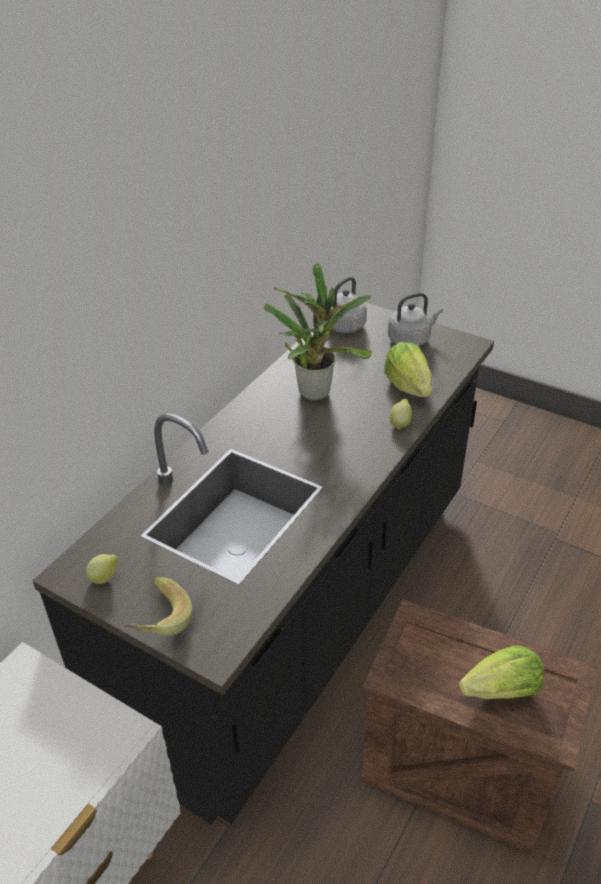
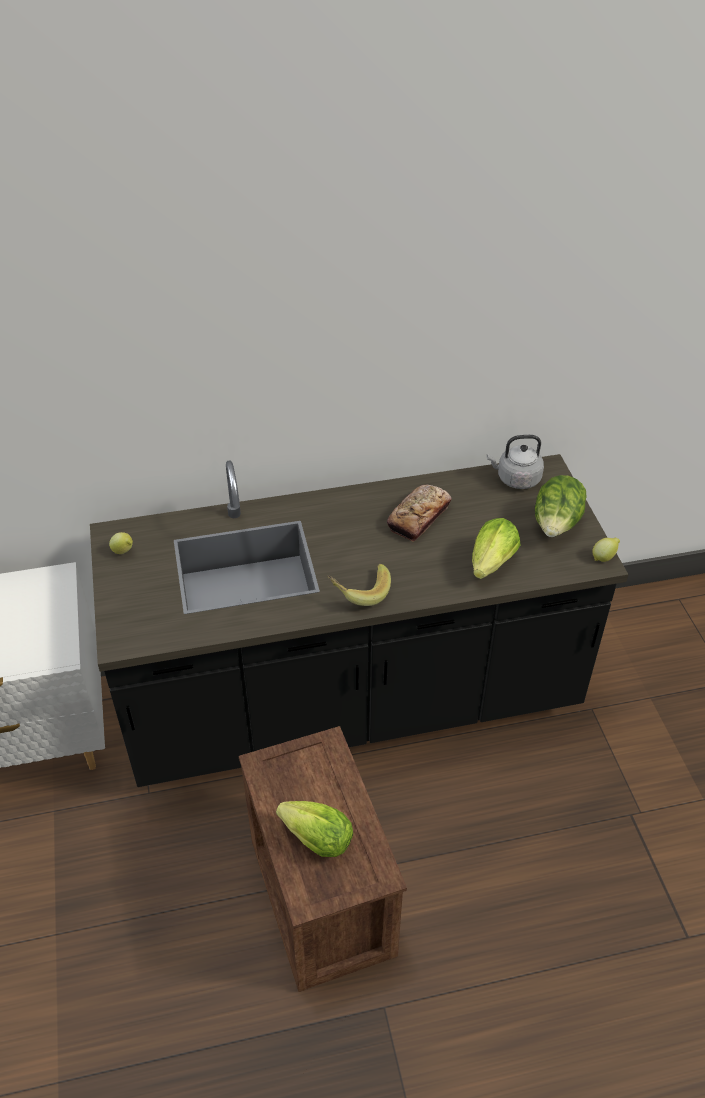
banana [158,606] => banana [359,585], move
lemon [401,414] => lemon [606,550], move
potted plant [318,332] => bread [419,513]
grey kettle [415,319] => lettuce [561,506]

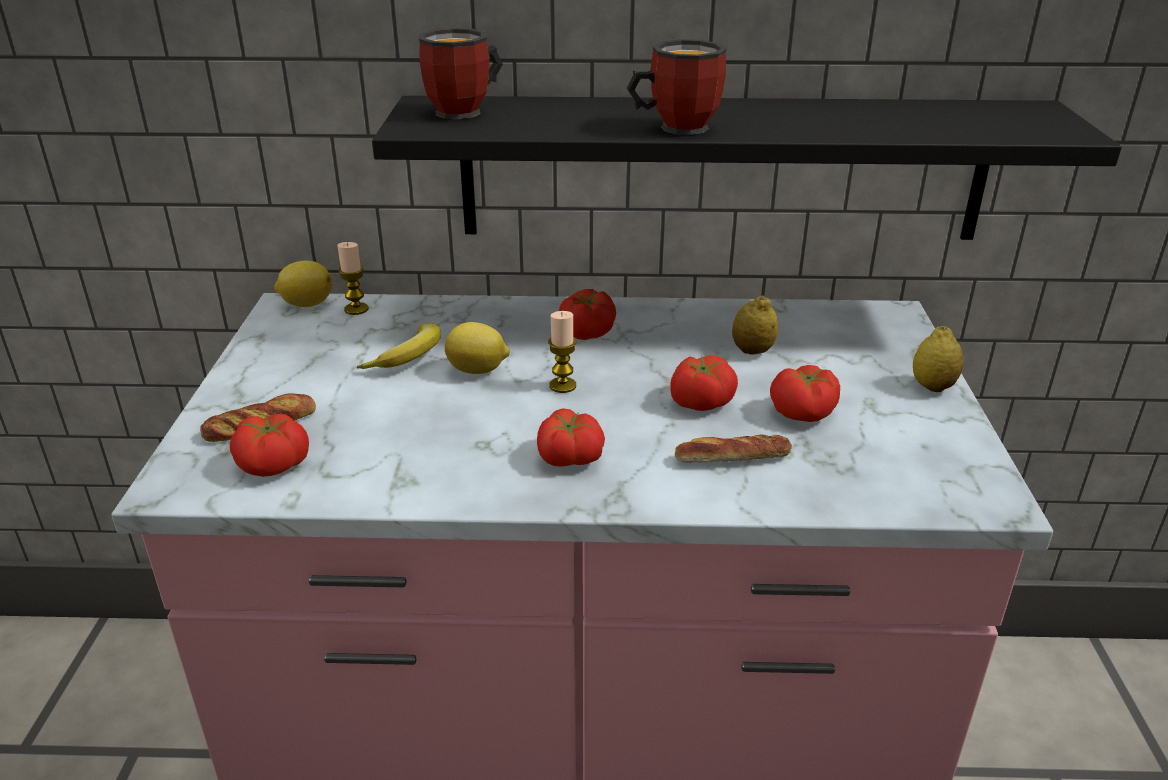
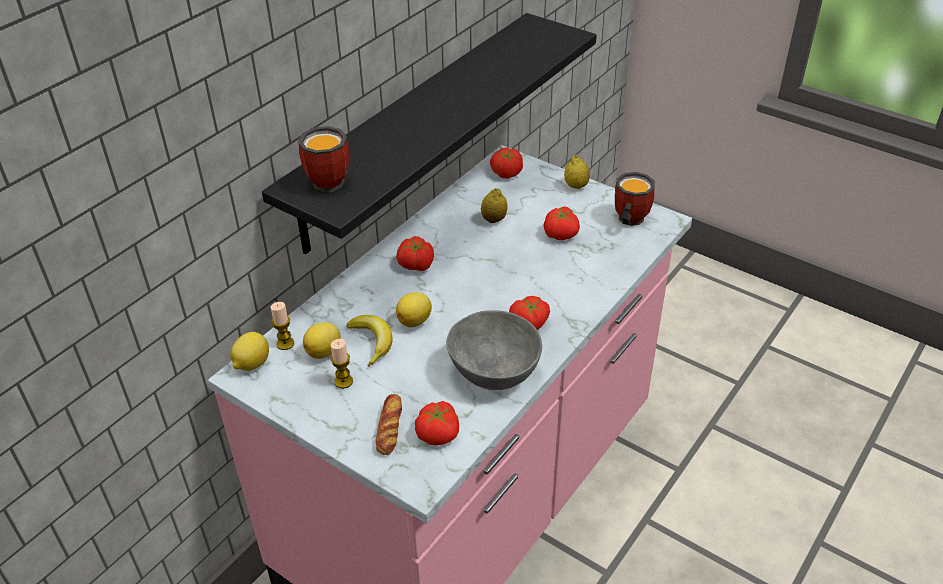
bread [733,449] => nothing
nothing => lemon [322,340]
nothing => grey bowl [494,350]
candle [562,352] => candle [342,364], move
mug [677,87] => mug [635,199], move
tomato [704,383] => tomato [506,163], move

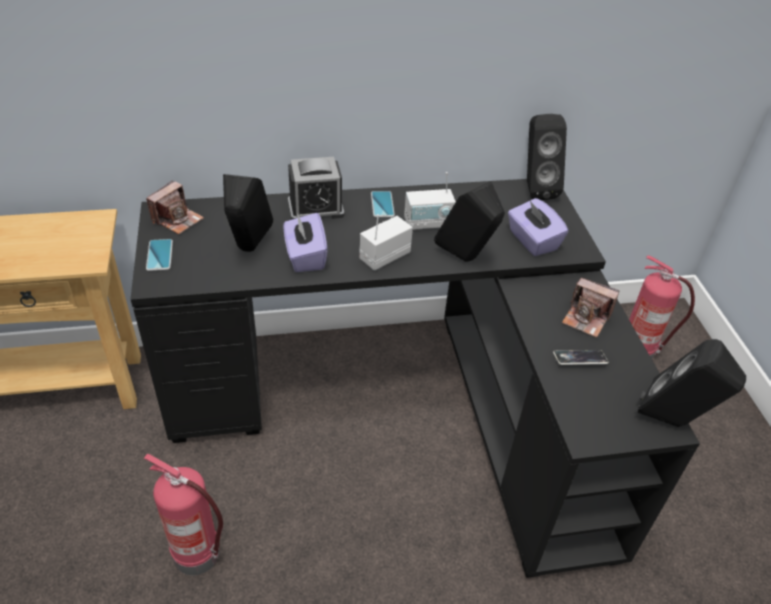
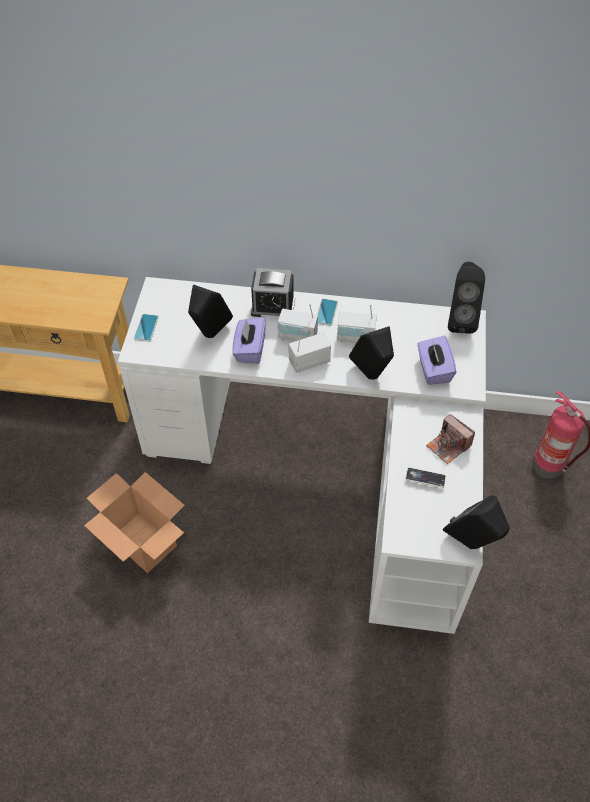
photo camera [175,207] => nothing
nothing => radio [298,322]
fire extinguisher [183,514] => cardboard box [134,522]
black desk [415,378] => white desk [302,455]

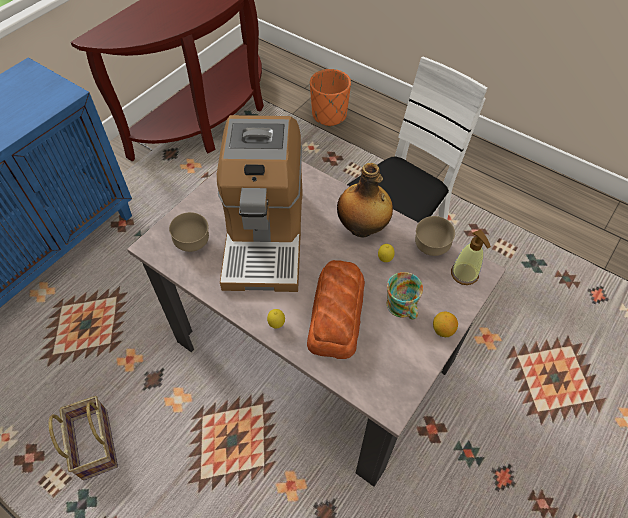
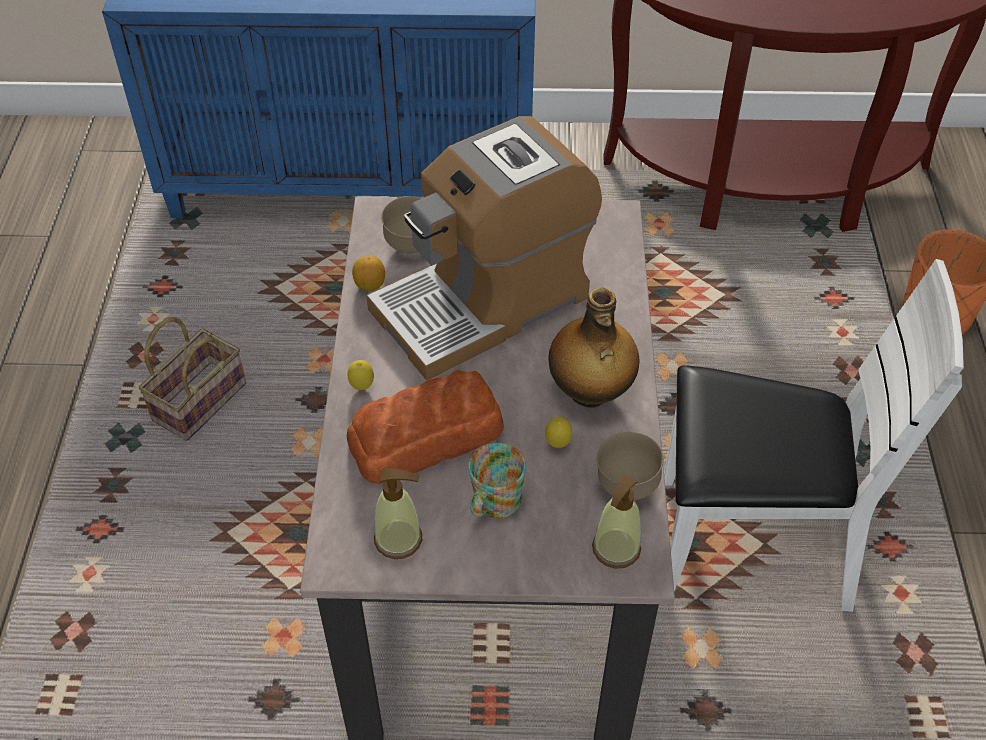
nothing => soap dispenser [398,513]
lemon [445,324] => lemon [368,273], move

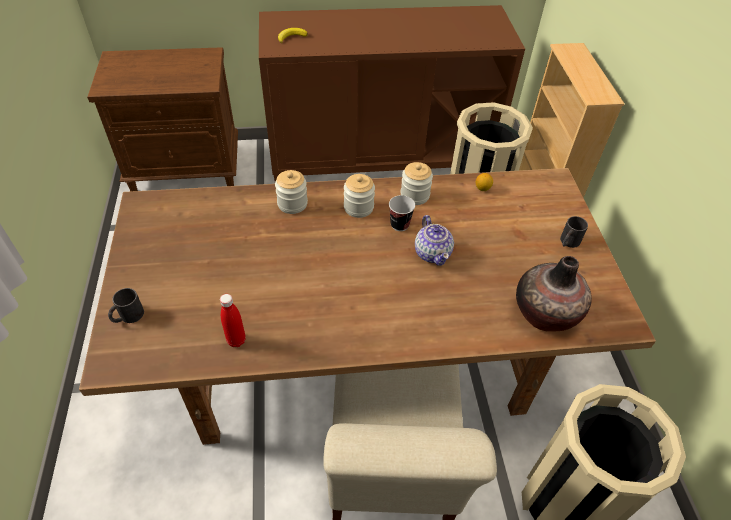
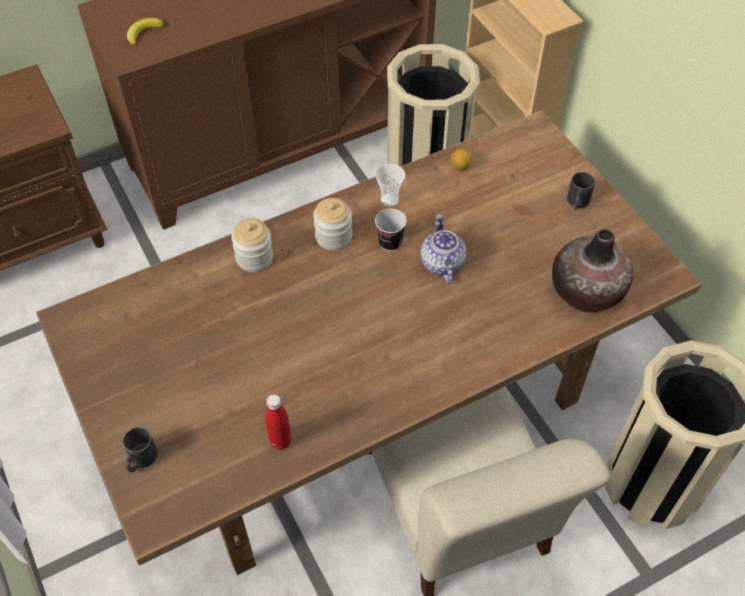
jar [416,183] => cup [390,185]
teapot [434,240] => teapot [443,249], 150 degrees counterclockwise

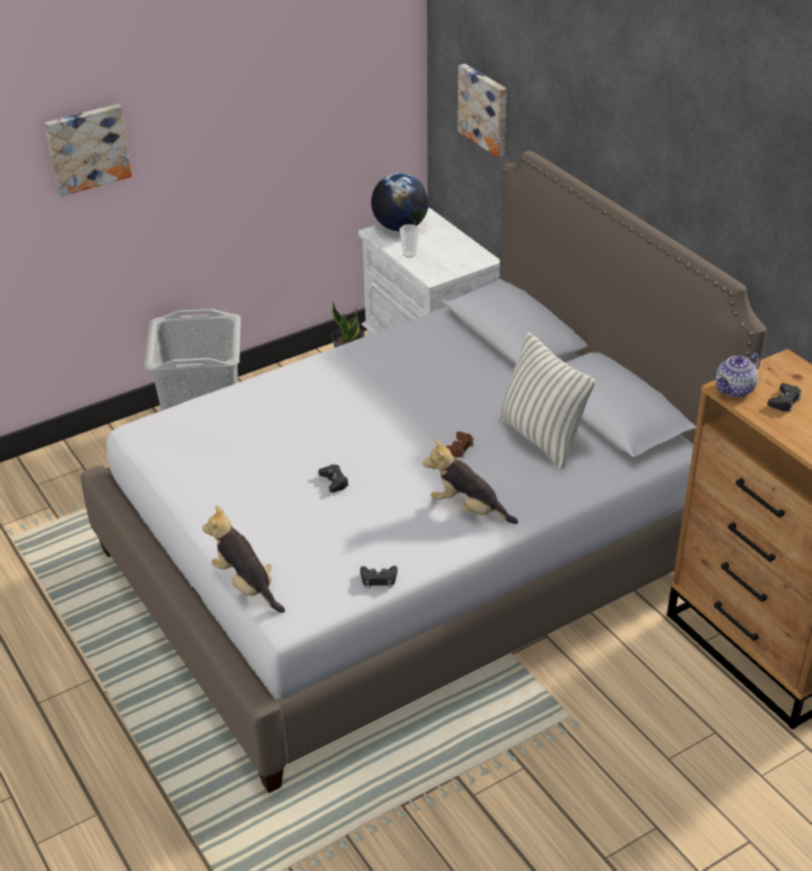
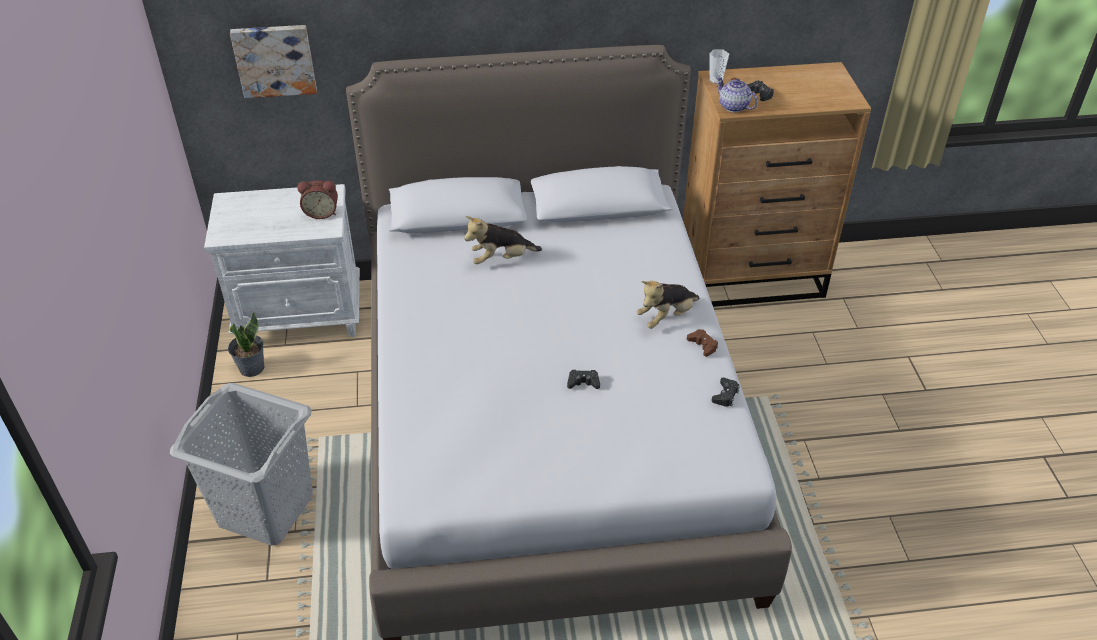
picture [88,150] => nothing
globe [400,202] => nothing
pillow [547,400] => nothing
nothing => alarm clock [317,199]
plush toy [243,559] => plush toy [503,240], move
cup [409,241] => cup [719,66], move
brown game controller [459,444] => brown game controller [702,343], move
teapot [738,375] => teapot [737,94], 150 degrees clockwise

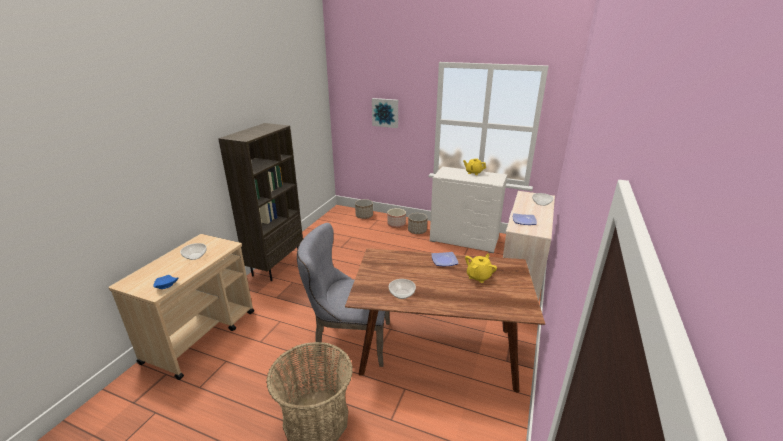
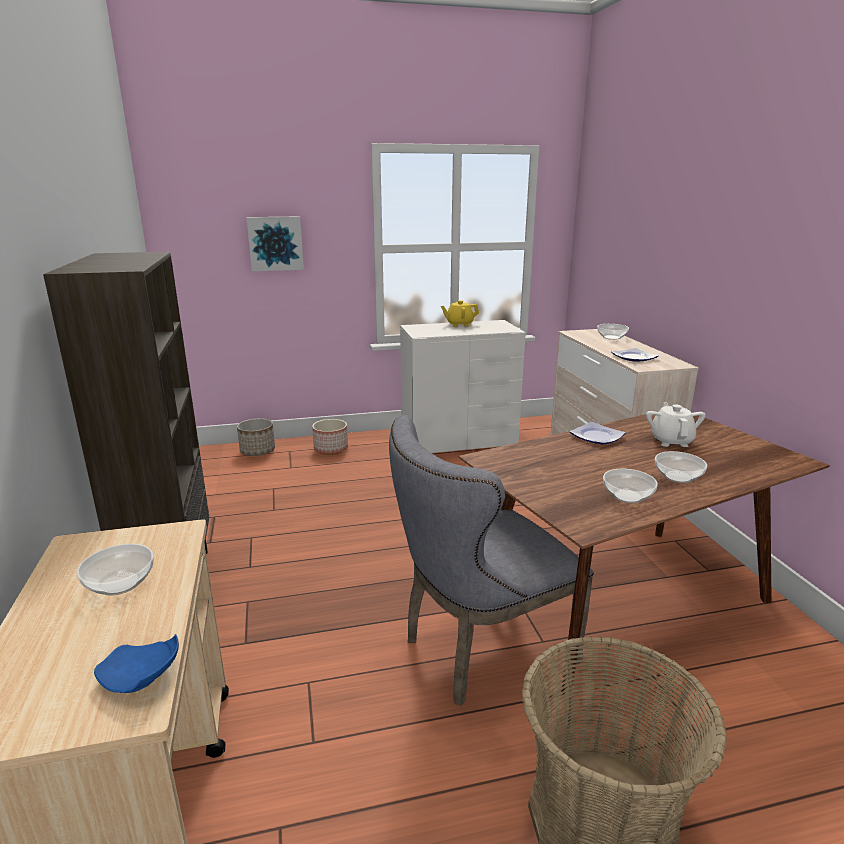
planter [417,223] => nothing
nothing => bowl [681,467]
yellow teapot [481,268] => white teapot [676,424]

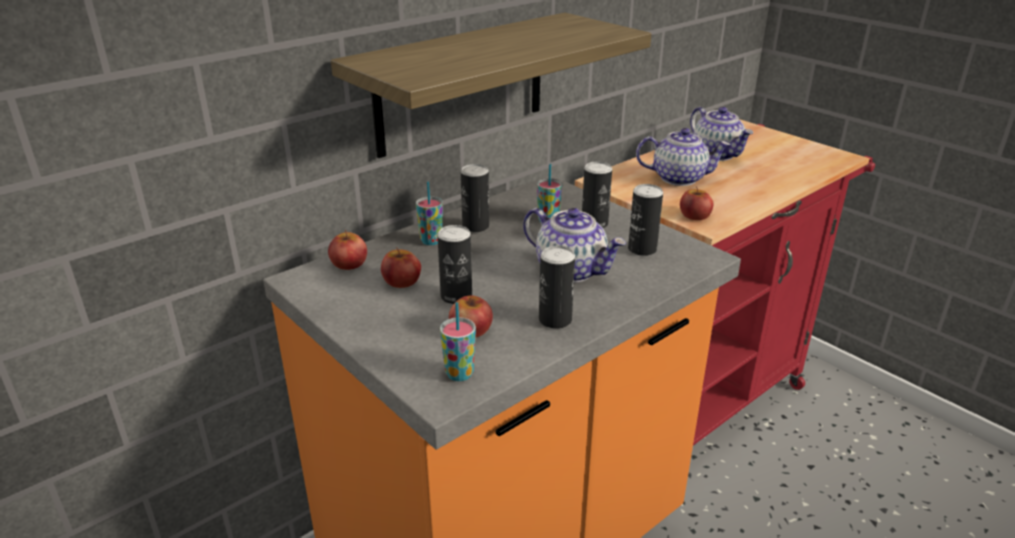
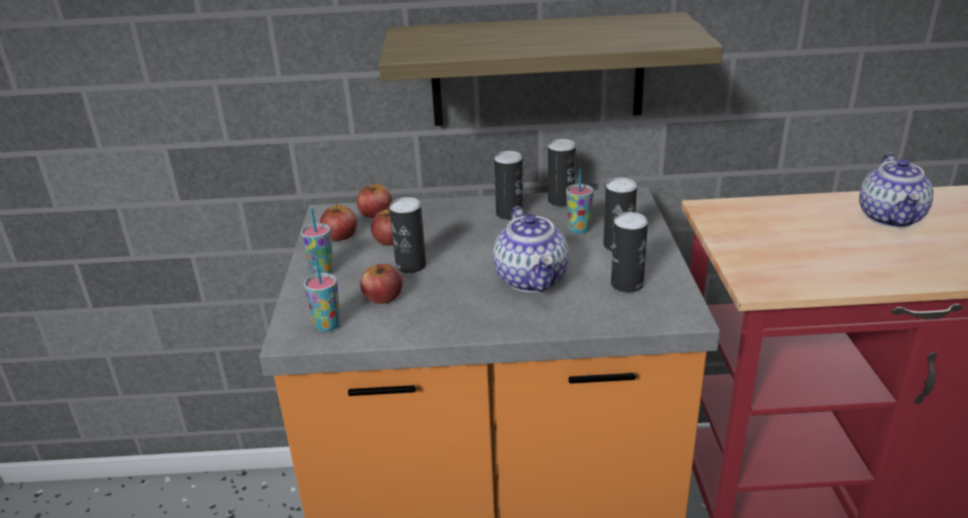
teapot [683,157] => nothing
cup [429,213] => cup [317,241], move
can [557,287] => can [562,172], move
apple [696,203] => apple [338,222], move

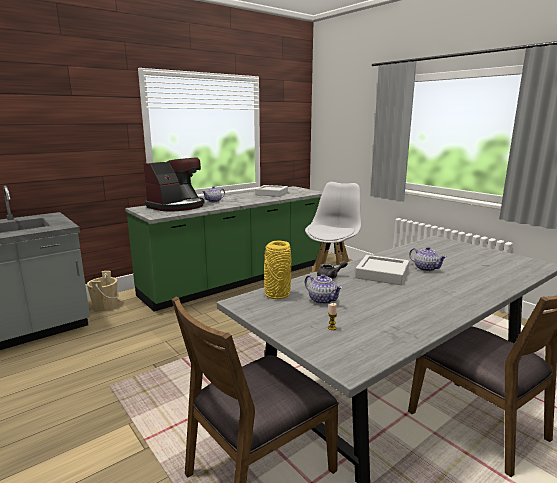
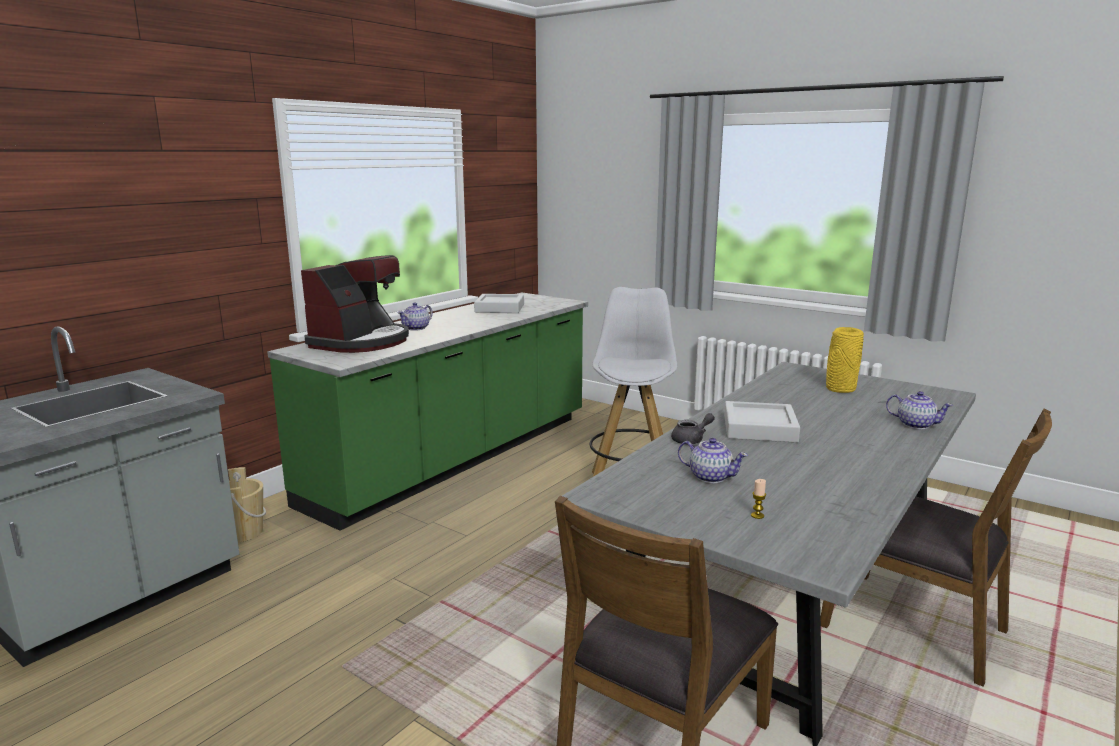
yellow vase [277,270] => yellow vase [845,360], move
teapot [428,259] => teapot [919,410], move

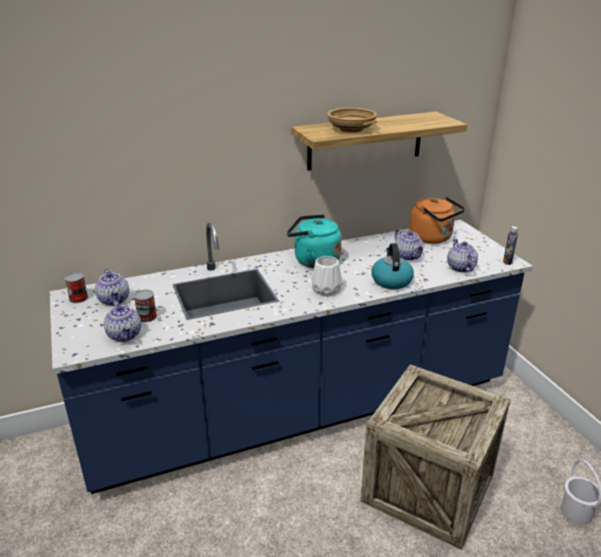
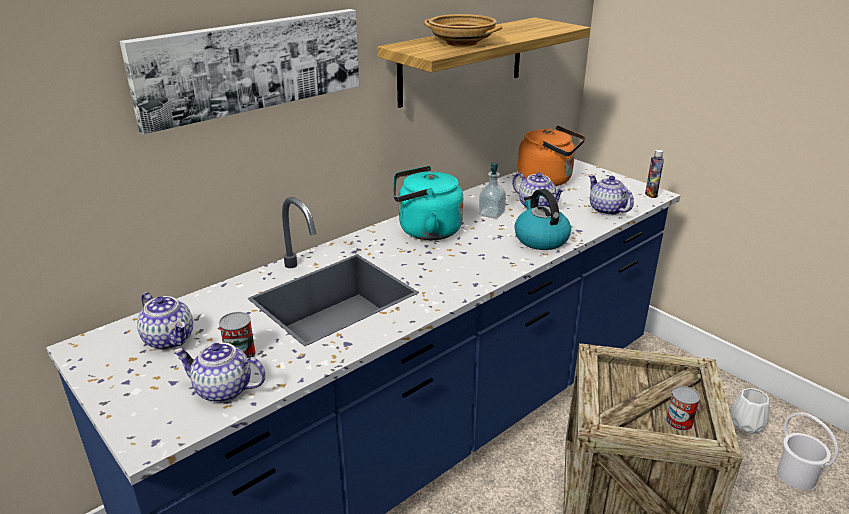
nothing => picture [239,71]
nothing => soap dispenser [492,191]
can [76,287] => can [683,408], move
white vase [326,275] => white vase [750,411], move
teapot [122,321] => teapot [219,372], 150 degrees clockwise

